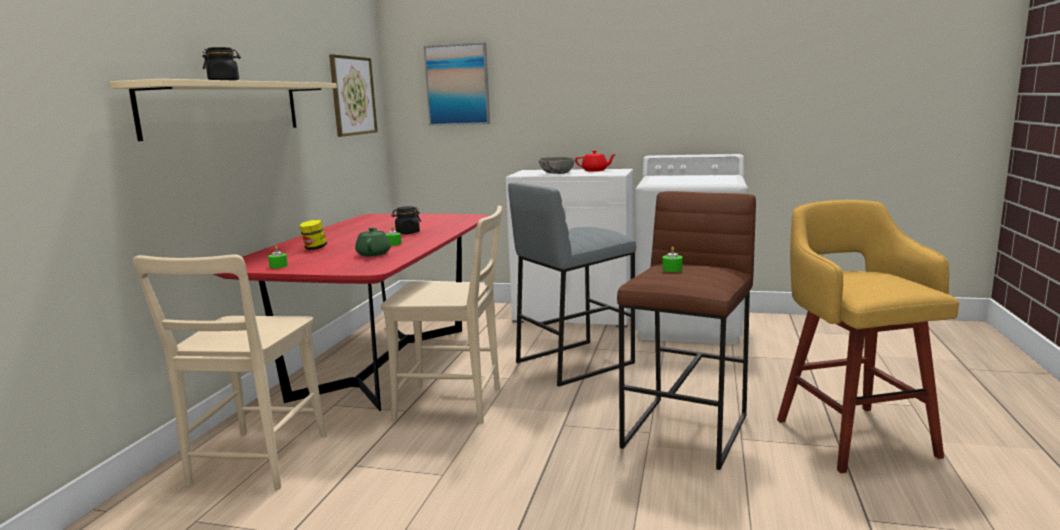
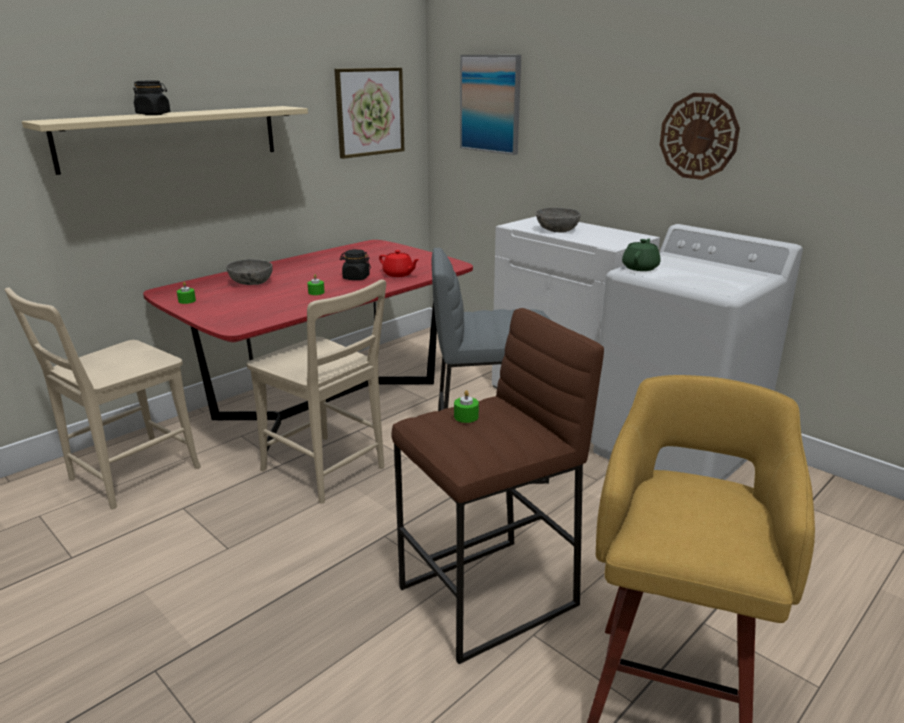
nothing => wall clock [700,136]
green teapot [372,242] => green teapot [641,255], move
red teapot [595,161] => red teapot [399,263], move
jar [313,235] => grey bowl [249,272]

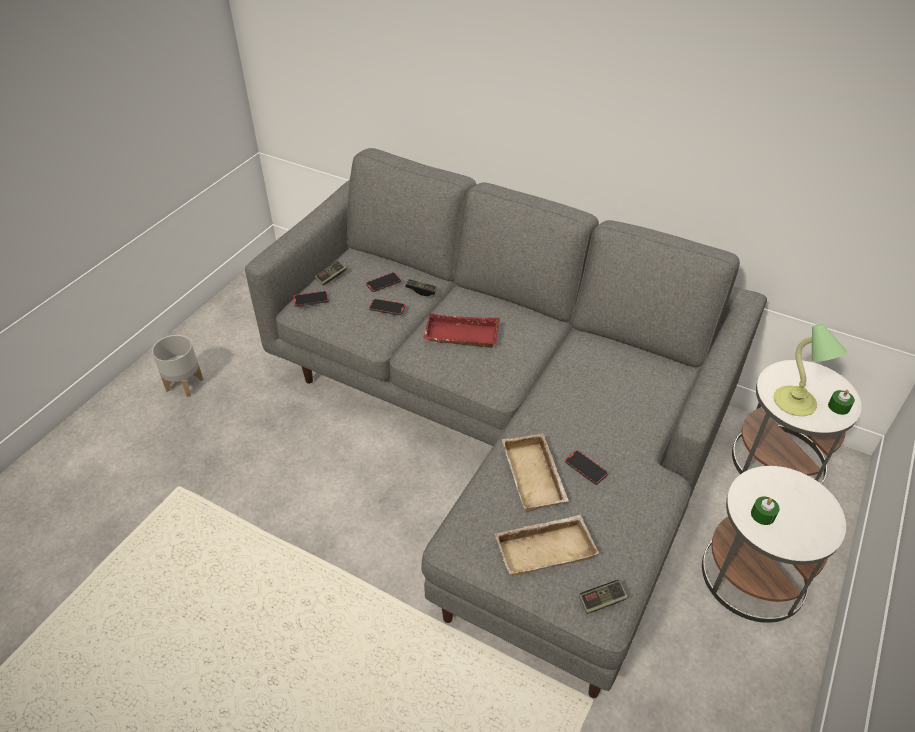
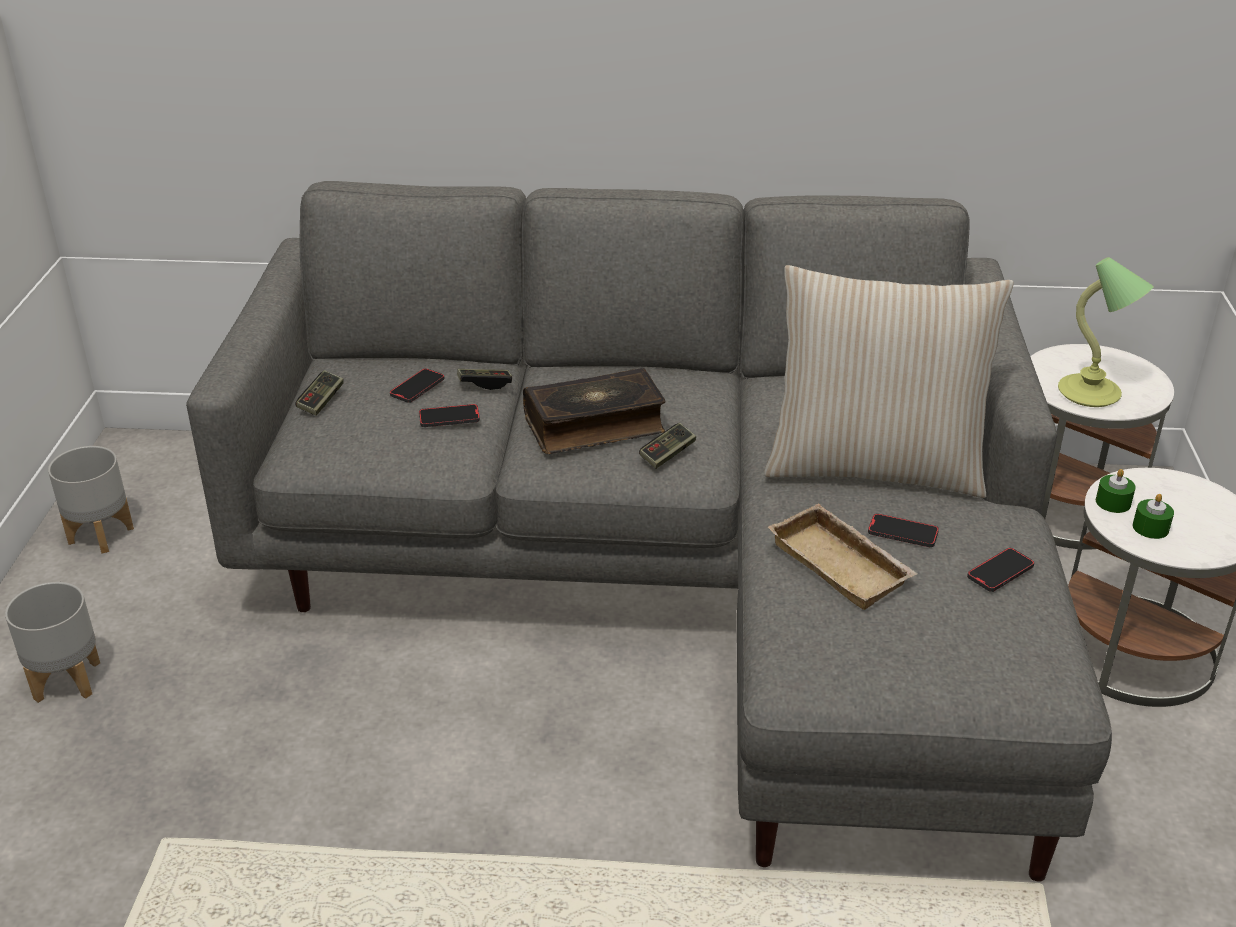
beige tray [546,545] => nothing
nothing => grey planter [91,500]
nothing => beige pillow [889,381]
phone [311,299] => phone [1000,570], move
game controller [603,597] => game controller [667,446], move
green candle [841,402] => green candle [1116,491], move
red tray [461,330] => book [594,411]

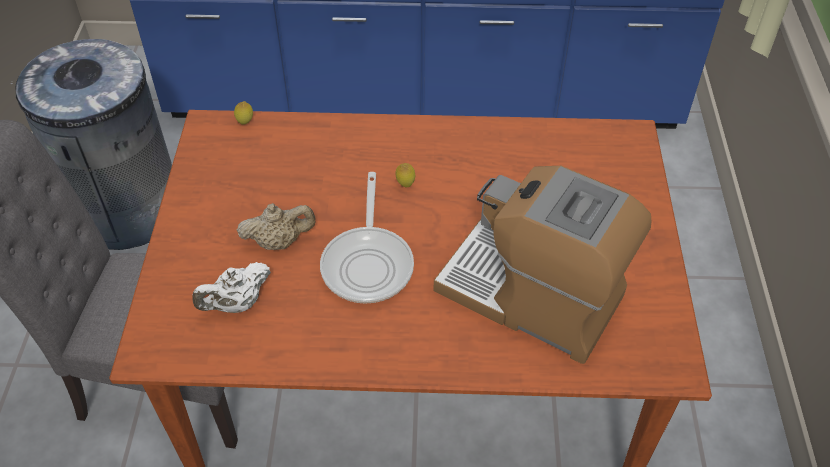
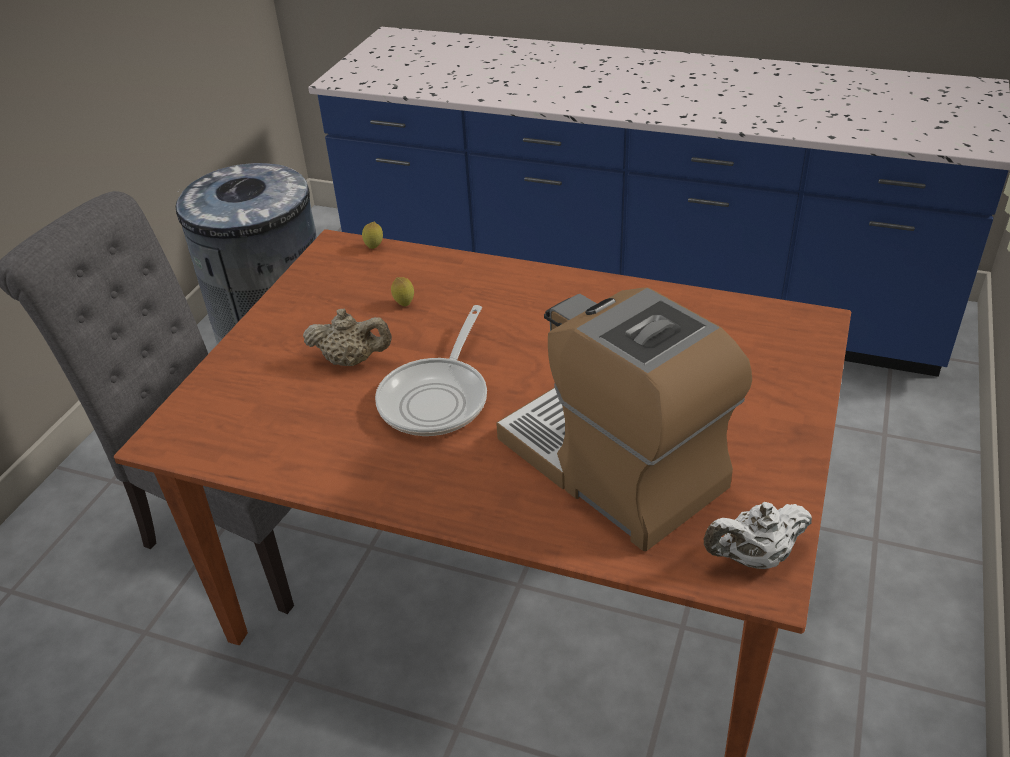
white teapot [232,287] => white teapot [758,535], move
lemon [405,175] => lemon [402,291], move

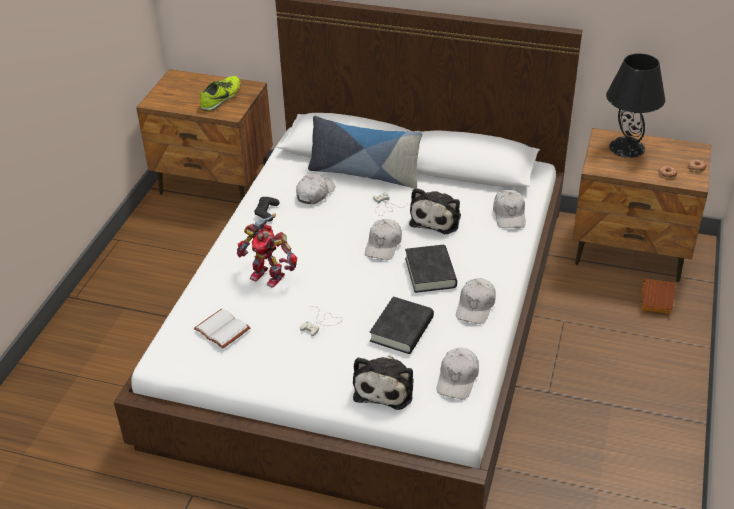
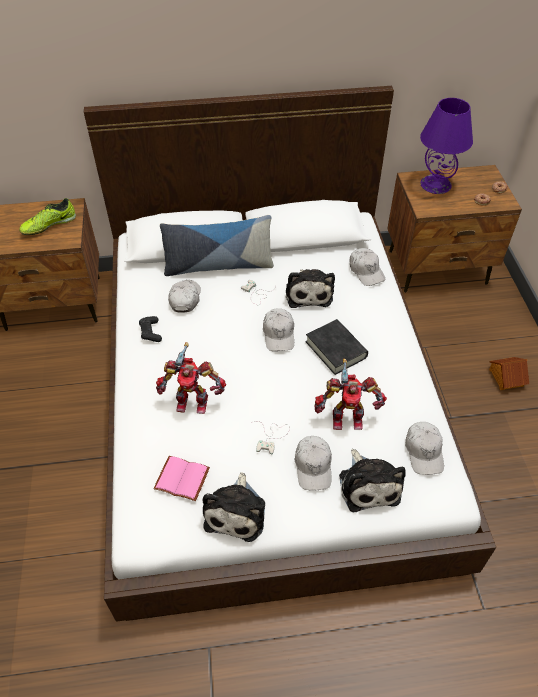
nothing => plush toy [234,507]
white cap [476,301] => white cap [313,463], move
toy house [658,296] => toy house [509,373], move
black book [402,325] => toy robot [351,394]
white book [222,329] => pink book [181,478]
black table lamp [635,105] => purple table lamp [446,146]
shoe [220,93] => shoe [47,216], 135 degrees counterclockwise

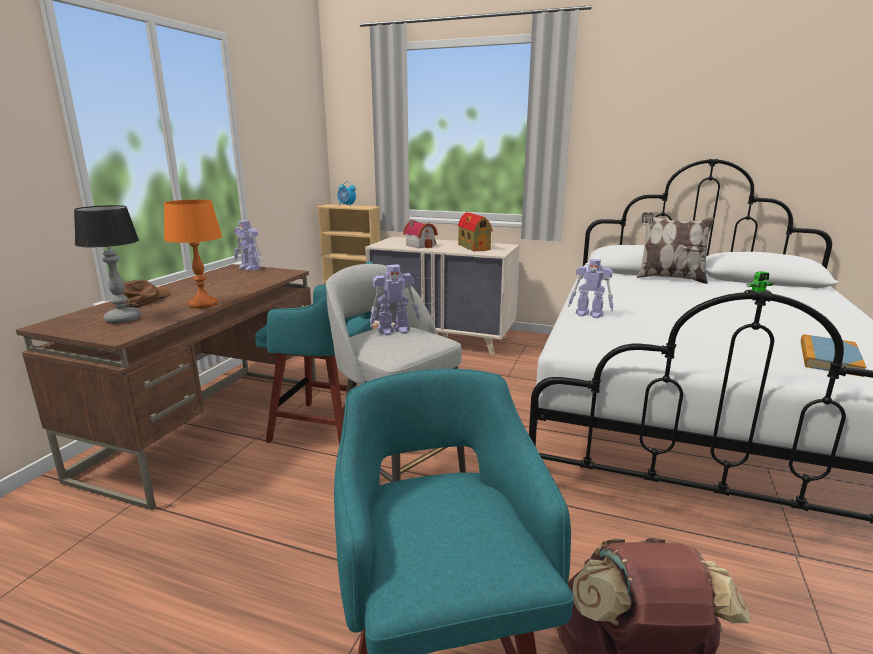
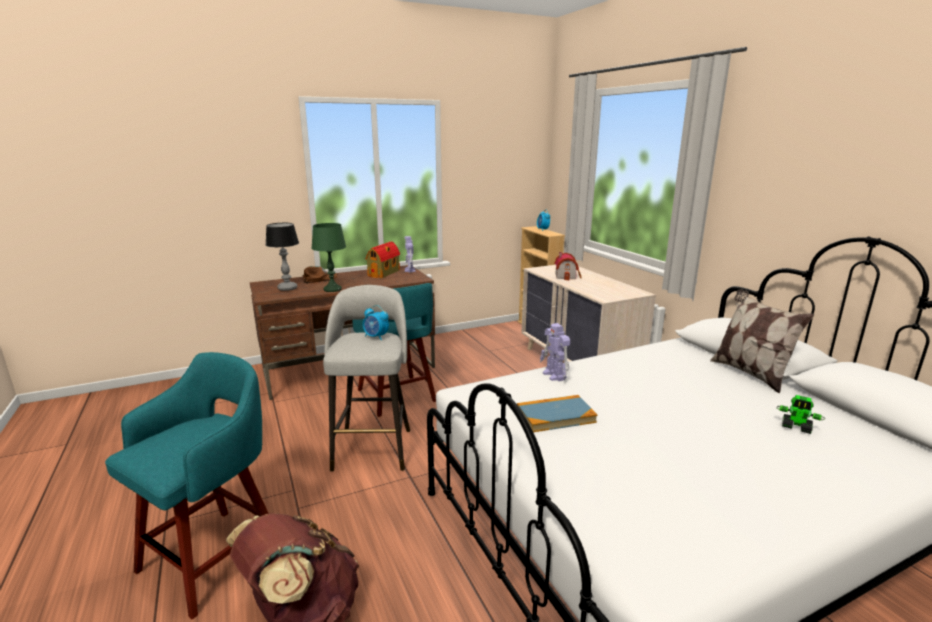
toy house [475,231] => toy house [383,260], move
book [833,355] => book [557,413], move
toy robot [395,300] => alarm clock [376,322]
orange table lamp [193,253] => green table lamp [328,257]

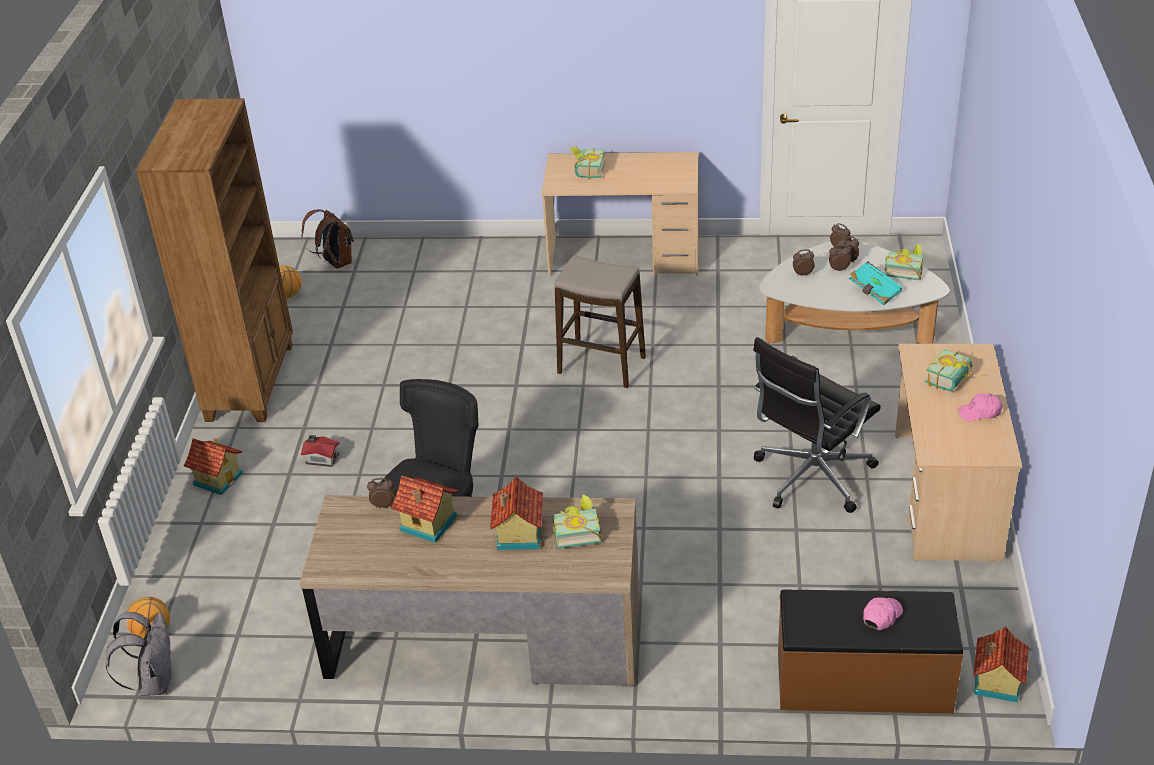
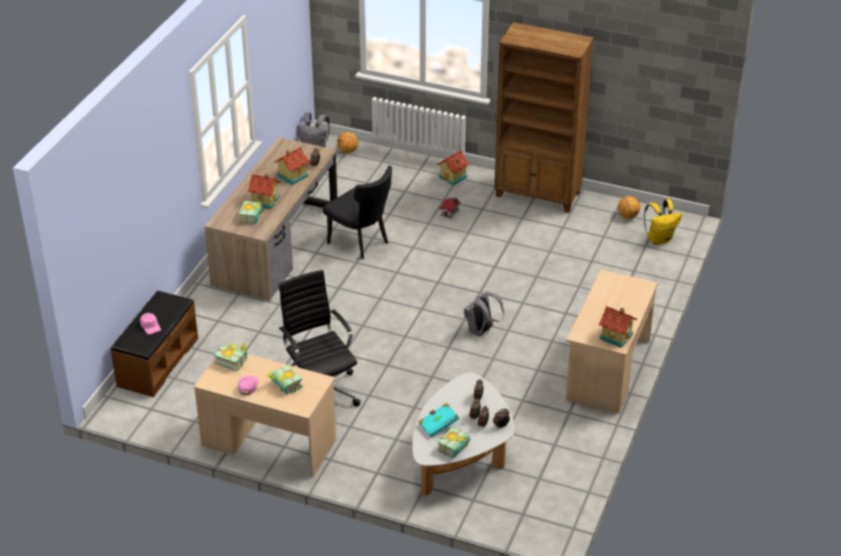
book [587,162] => book [230,356], move
toy house [1001,664] => toy house [617,327], move
stool [600,322] => grey backpack [484,313]
brown backpack [327,239] => yellow backpack [663,222]

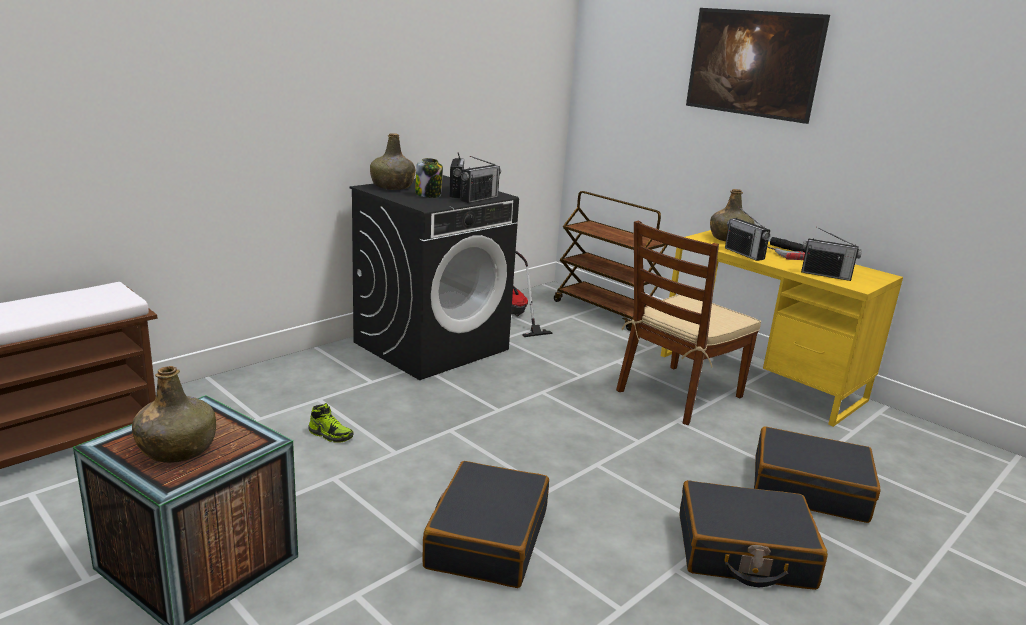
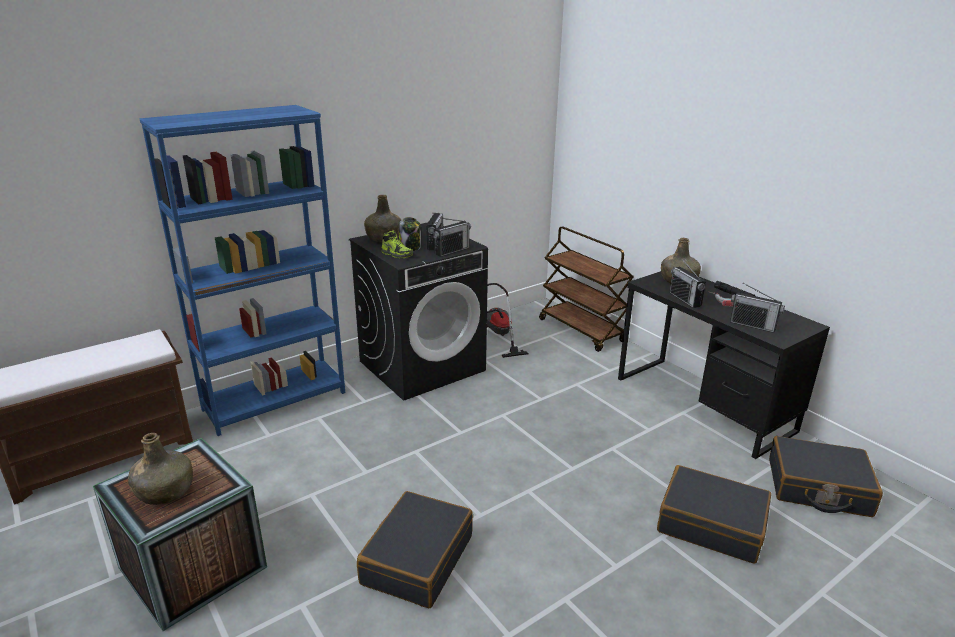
brown chair [689,323] => nothing
picture [758,66] => nothing
nothing => blue bookcase [242,270]
shoe [330,422] => shoe [397,244], move
black suitcase [753,535] => black suitcase [826,476], move
yellow desk [782,328] => black desk [724,365]

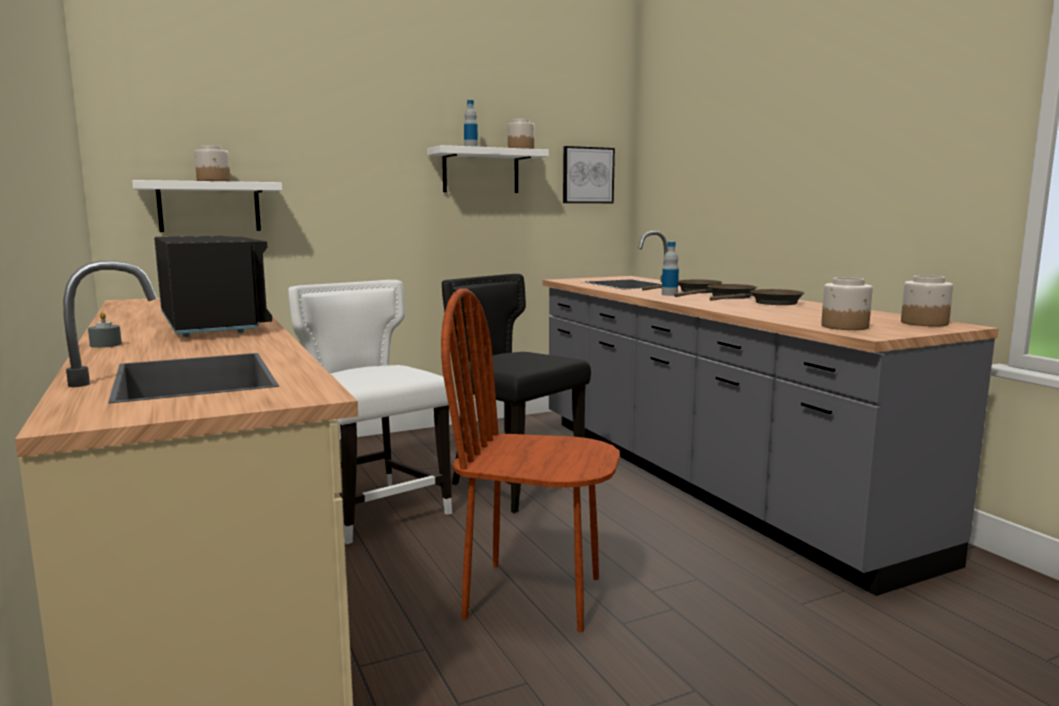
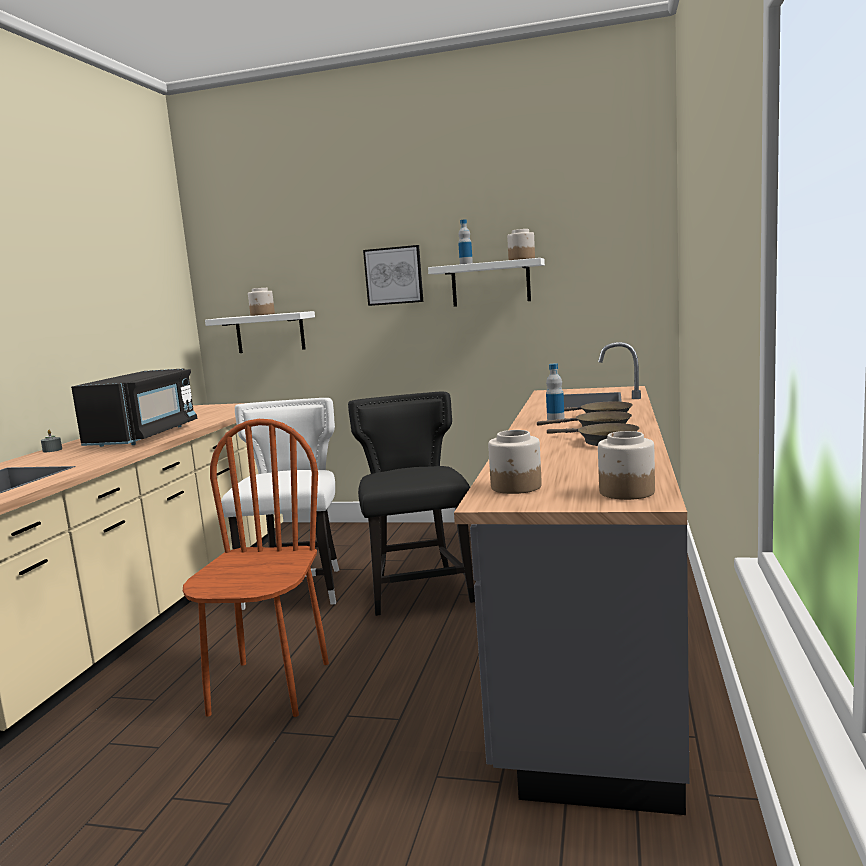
picture [589,174] => picture [393,275], move
brown chair [530,460] => brown chair [256,568], 45 degrees clockwise

